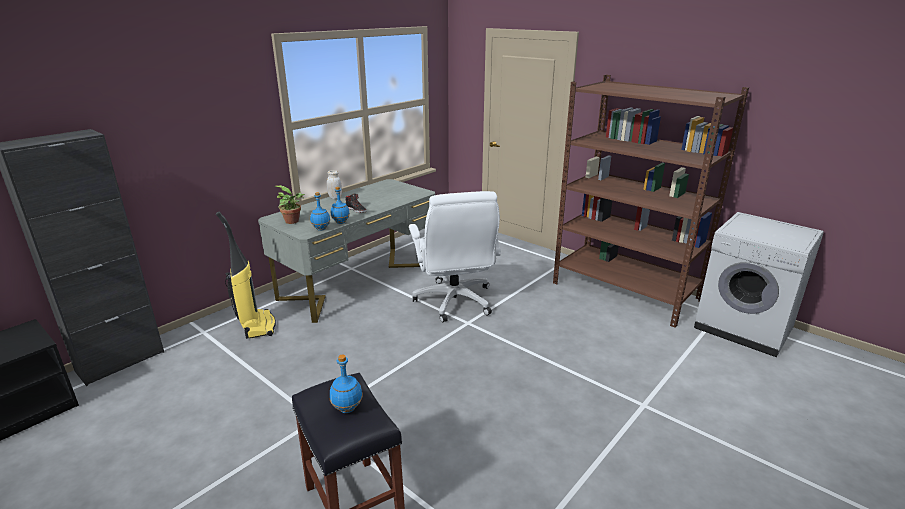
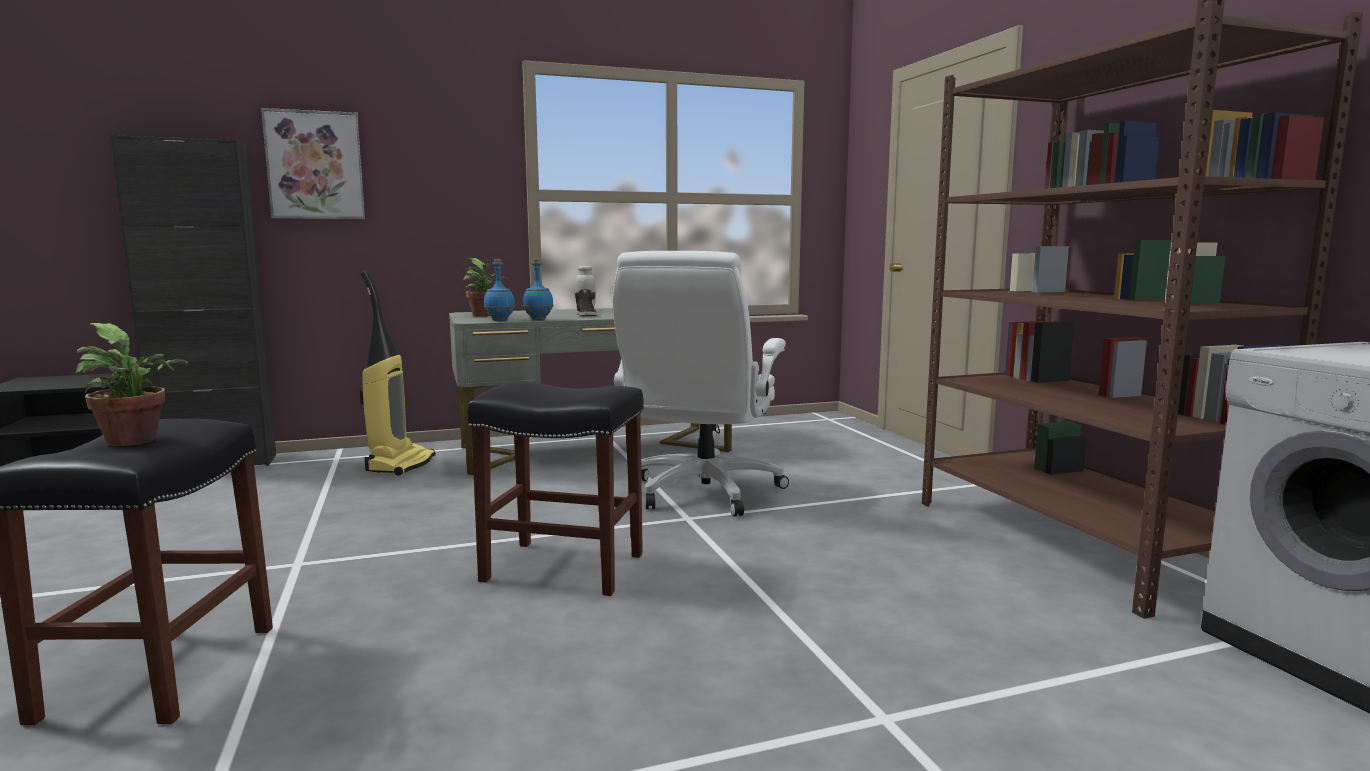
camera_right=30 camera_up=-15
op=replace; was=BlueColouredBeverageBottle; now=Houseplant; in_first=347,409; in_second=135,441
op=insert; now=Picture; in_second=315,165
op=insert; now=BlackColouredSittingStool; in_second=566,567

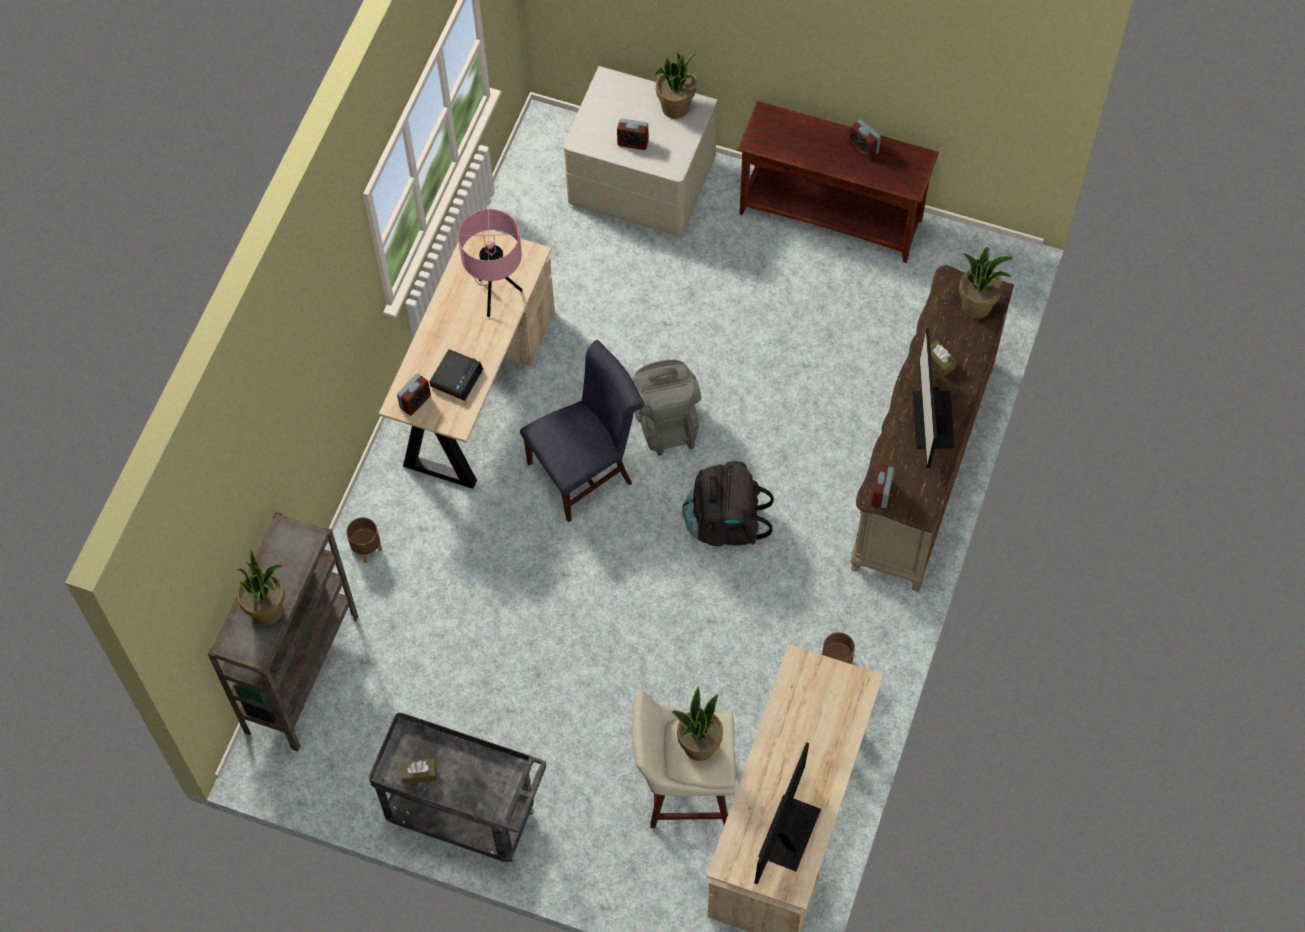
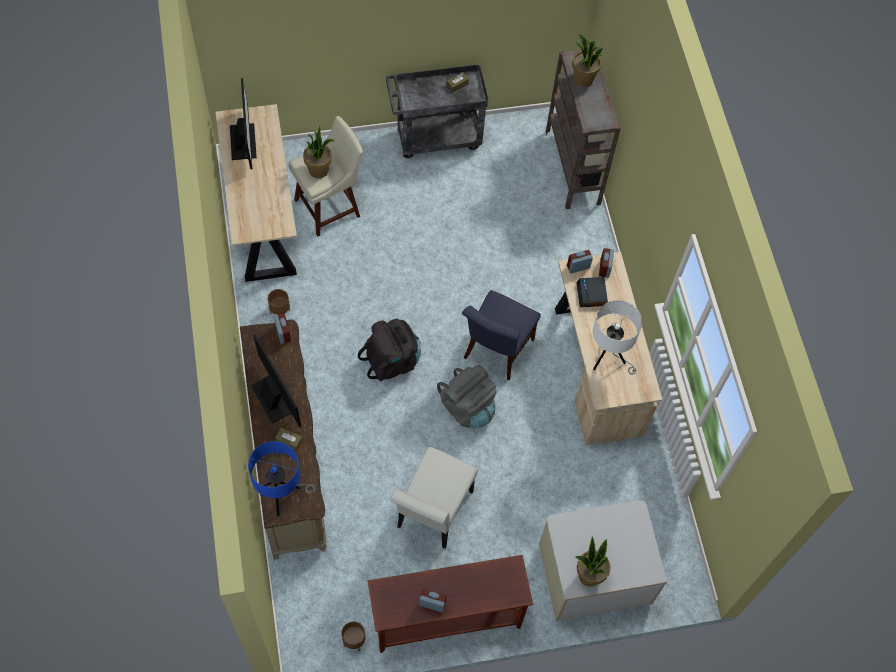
camera_right=145 camera_up=0
op=move; was=BrownishPlantPot; in_first=366,548; in_second=354,641
op=recolor; was=PinkishTabletopLamp; now=WhiteColouredTabletopLamp; in_first=495,293; in_second=608,359
op=move; was=AlarmClock; in_first=633,142; in_second=578,267
op=replace; was=Houseplant; now=BlueColouredTabletopLamp; in_first=977,305; in_second=283,496
op=insert; now=WhiteColouredPlainChair; in_second=432,514

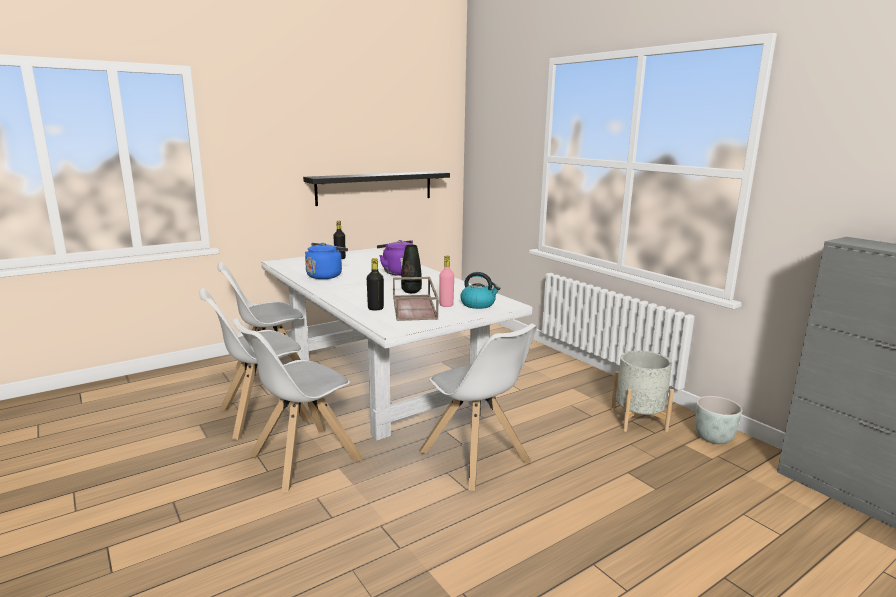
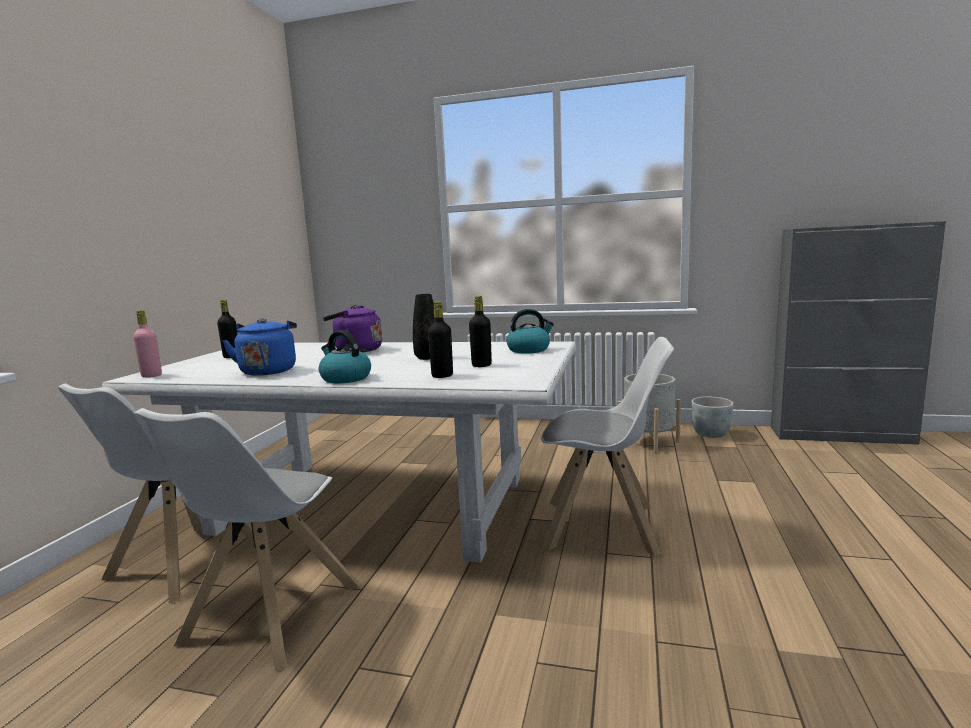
camera_right=-40 camera_up=-5
op=delete; was=PlainChair; in_first=302,459
op=delete; was=BlackColouredBracketShelf; in_first=375,187
op=replace; was=BrownishServingTray; now=BlackColouredBeverageBottle; in_first=415,308; in_second=481,365
op=move; was=PinkishBeverageBottle; in_first=446,305; in_second=151,376
op=insert; now=Kettle; in_second=345,378

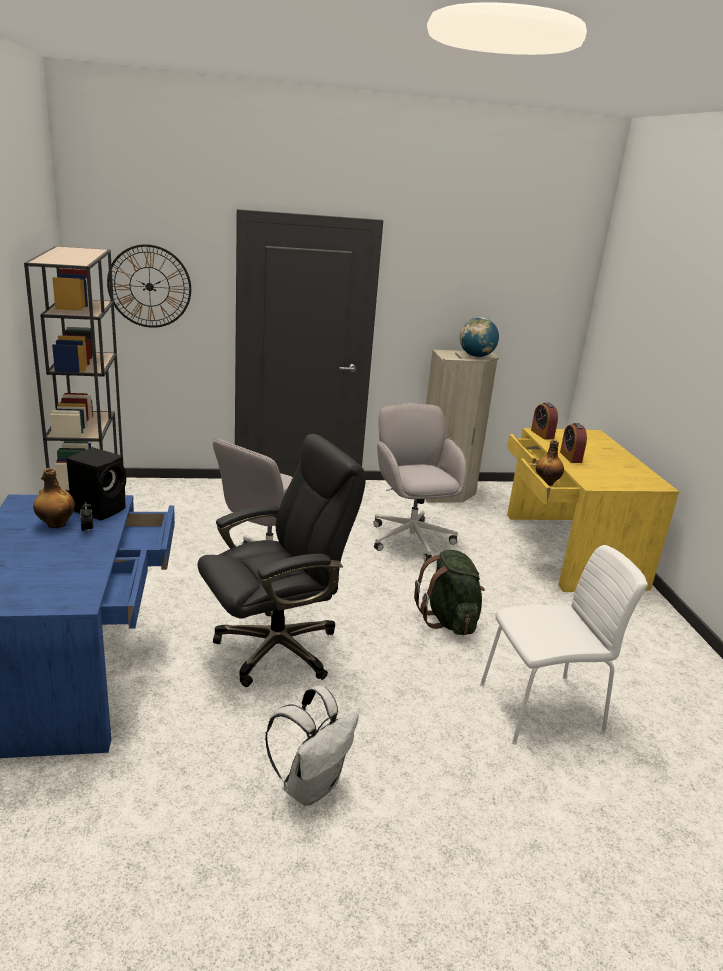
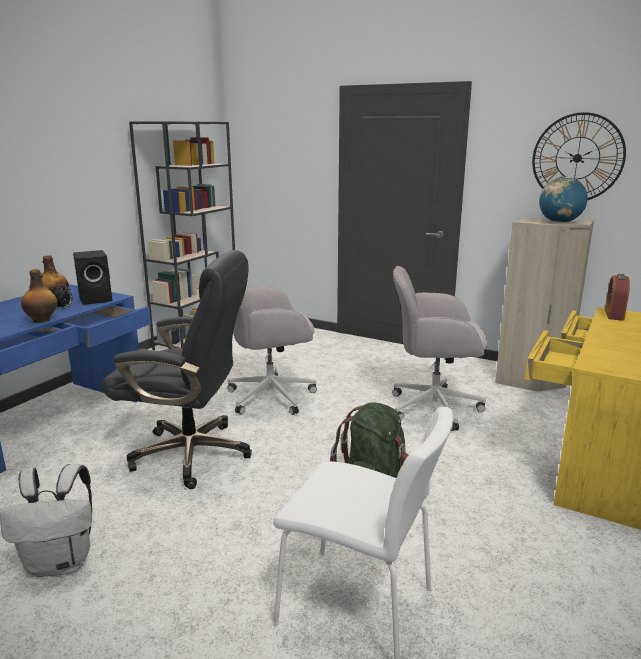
camera_right=40 camera_up=-5
op=move; was=WallClock; in_first=149,286; in_second=577,158
op=rotate; was=GreyishDeskChair; in_first=411,539; in_second=433,408; clockwise=-105
op=move; was=BeverageBottle; in_first=547,482; in_second=42,320
op=delete; was=AlarmClock; in_first=570,457

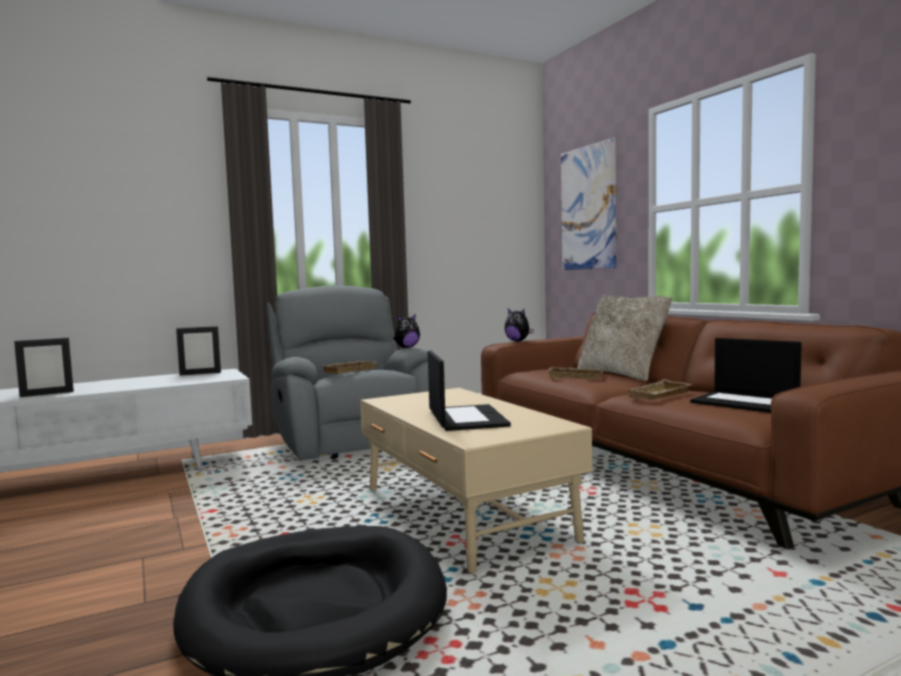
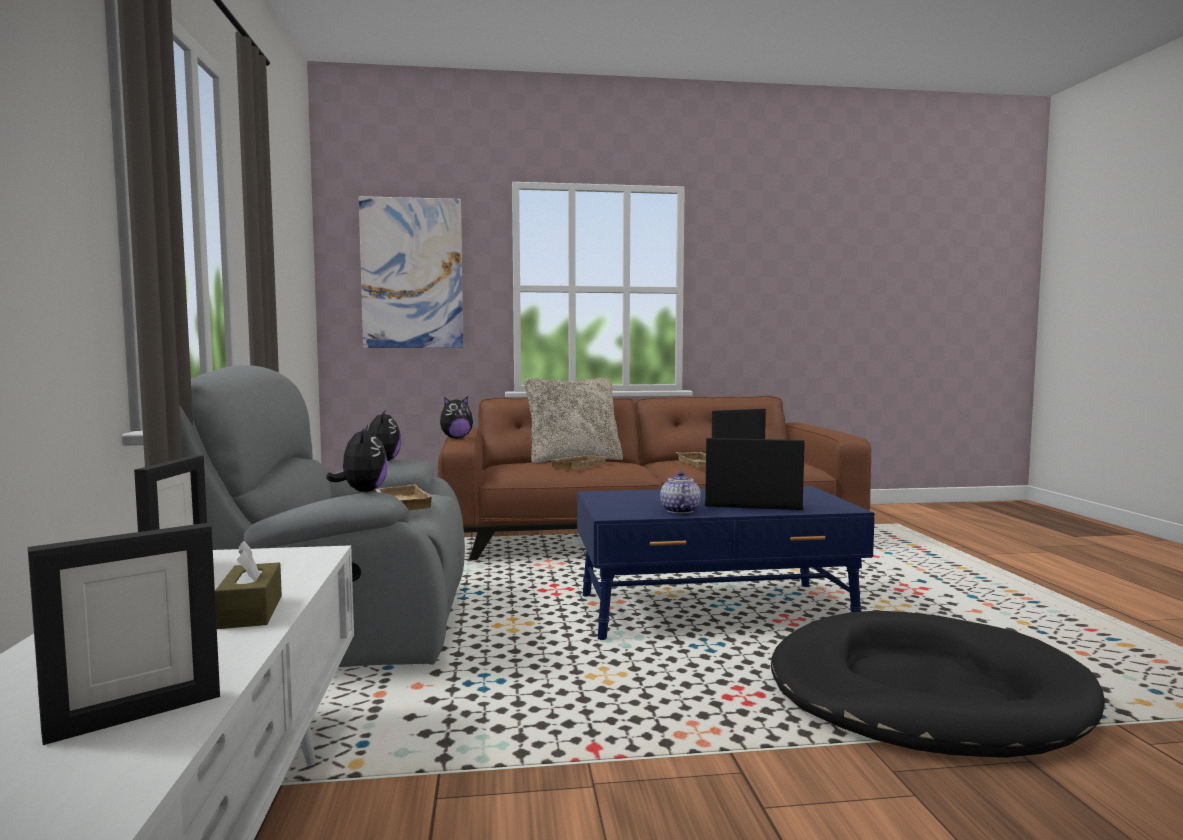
camera_right=-70 camera_up=0
op=rotate; was=PhotoFrame; in_first=47,394; in_second=135,714; clockwise=60
op=recolor; was=BeigeLoungeTable; now=BlueColouredLoungeTable; in_first=465,514; in_second=715,610
op=insert; now=BrownishTissueHolder; in_second=250,612
op=insert; now=CuddlyToy; in_second=362,491
op=insert; now=PotForTea; in_second=679,511

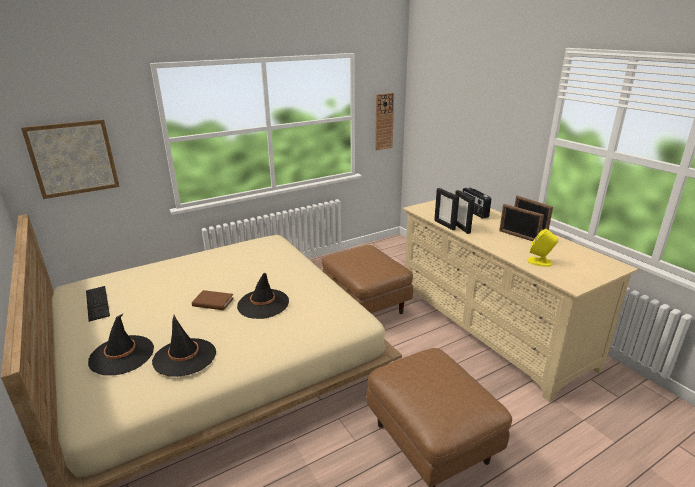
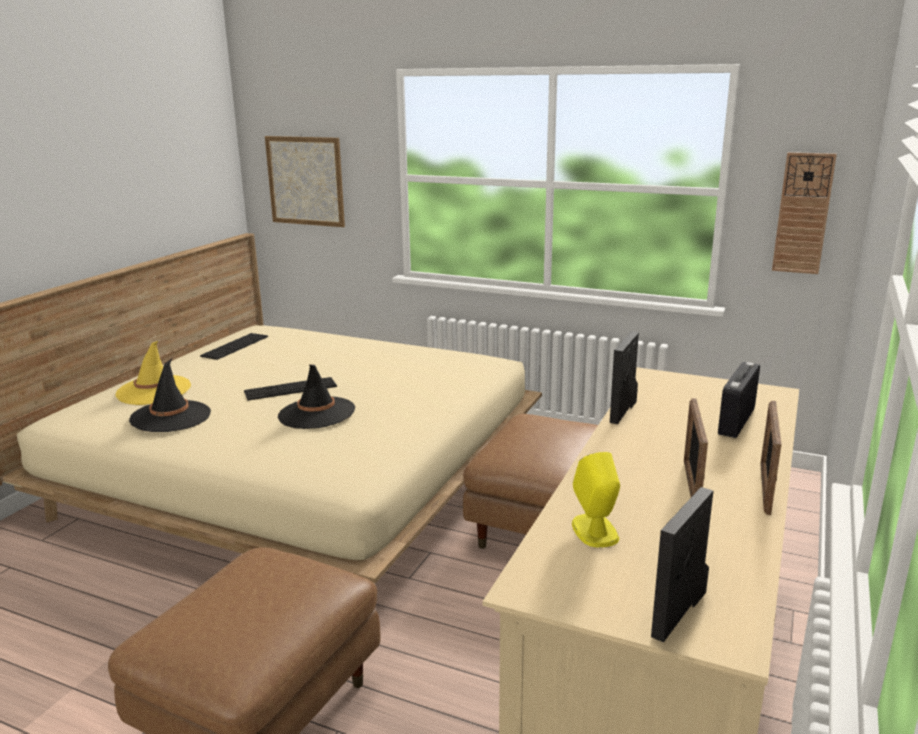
camera_right=55 camera_up=-5
op=recolor; was=BlackColouredClothingHat; now=YellowClothingHat; in_first=122,355; in_second=154,390
op=replace; was=BrownishBook; now=Keyboard; in_first=213,302; in_second=290,389
op=move; was=PhotoFrame; in_first=462,228; in_second=679,614

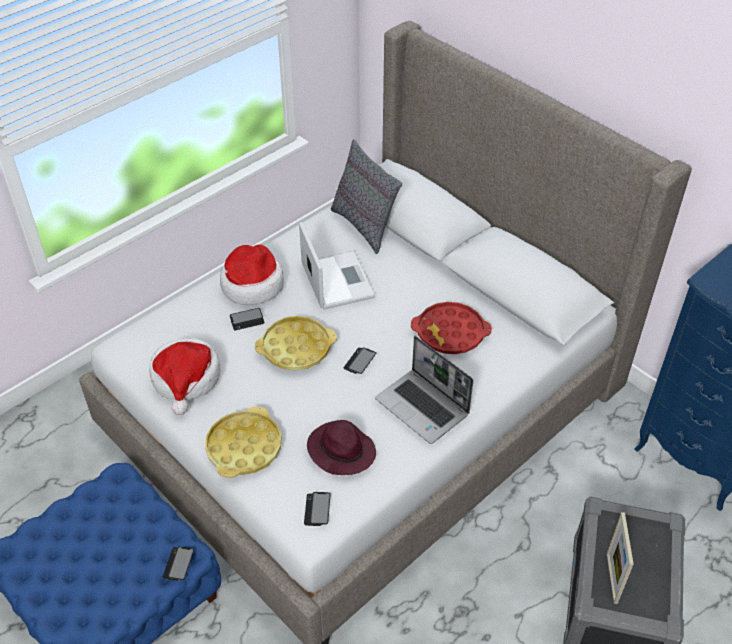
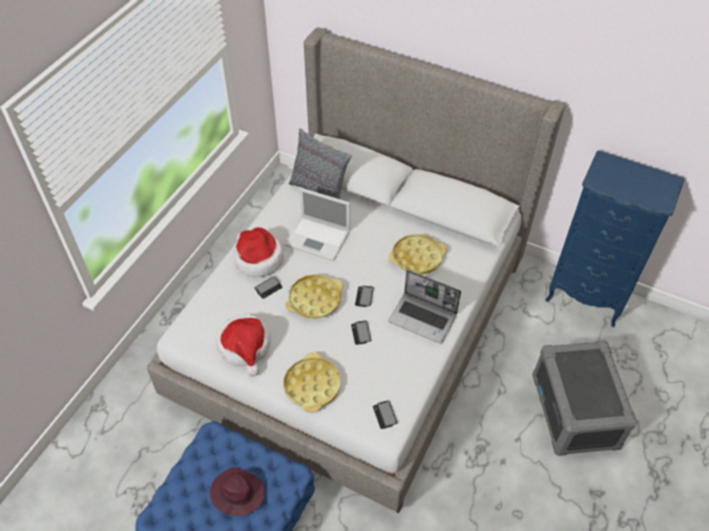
camera_right=-20 camera_up=5
op=move; was=Telephone; in_first=178,564; in_second=361,333
op=rotate; was=Laptop; in_first=336,279; in_second=319,238; clockwise=150
op=move; was=PurpleClothingHat; in_first=340,450; in_second=236,493
op=recolor; was=RedColouredServingTray; now=YellowServingTray; in_first=450,333; in_second=417,257
op=delete; was=PhotoFrame; in_first=611,578

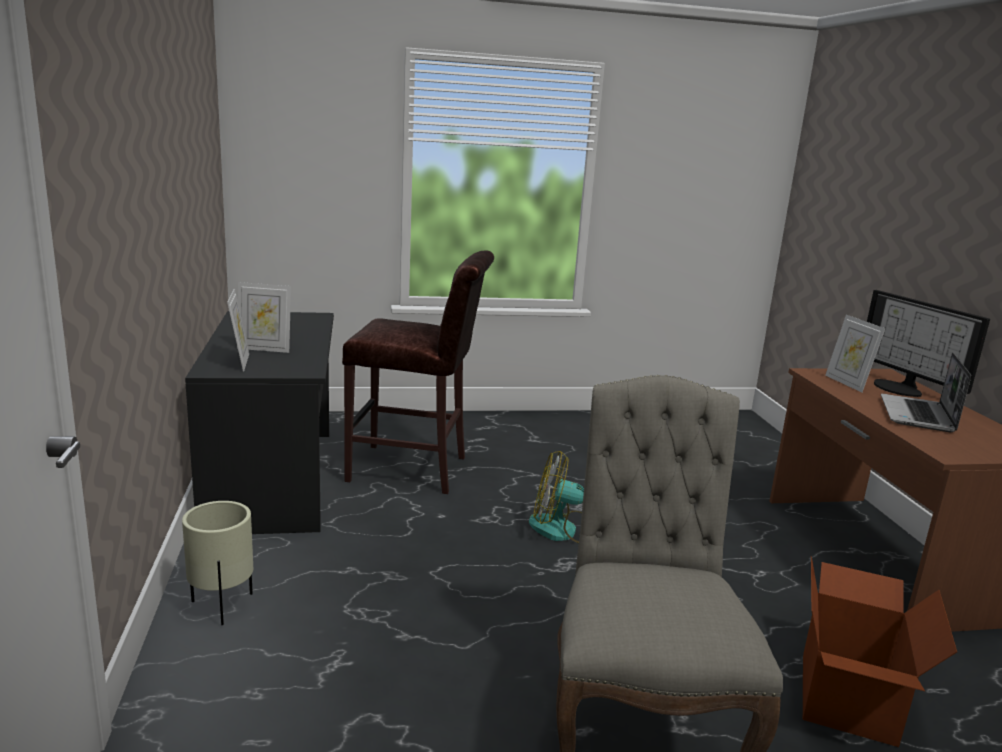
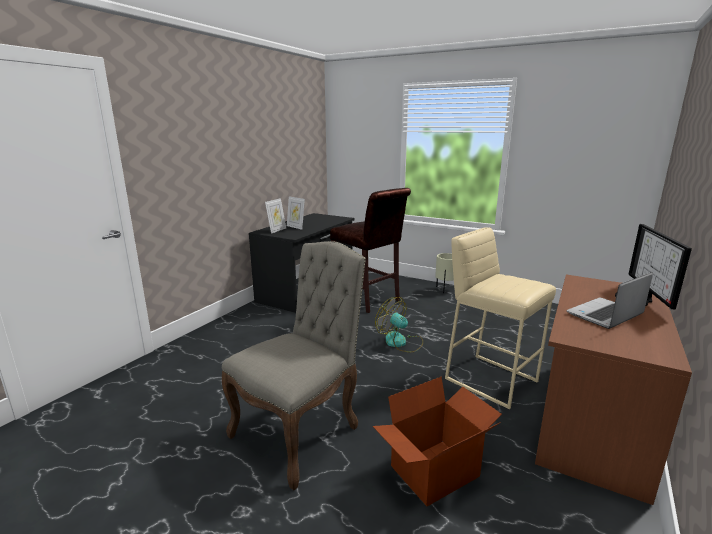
camera_right=40 camera_up=0
op=move; was=BeigePlantPot; in_first=223,607; in_second=445,290
op=delete; was=PhotoFrame; in_first=847,383
op=insert; now=BeigeSittingStool; in_second=490,379

